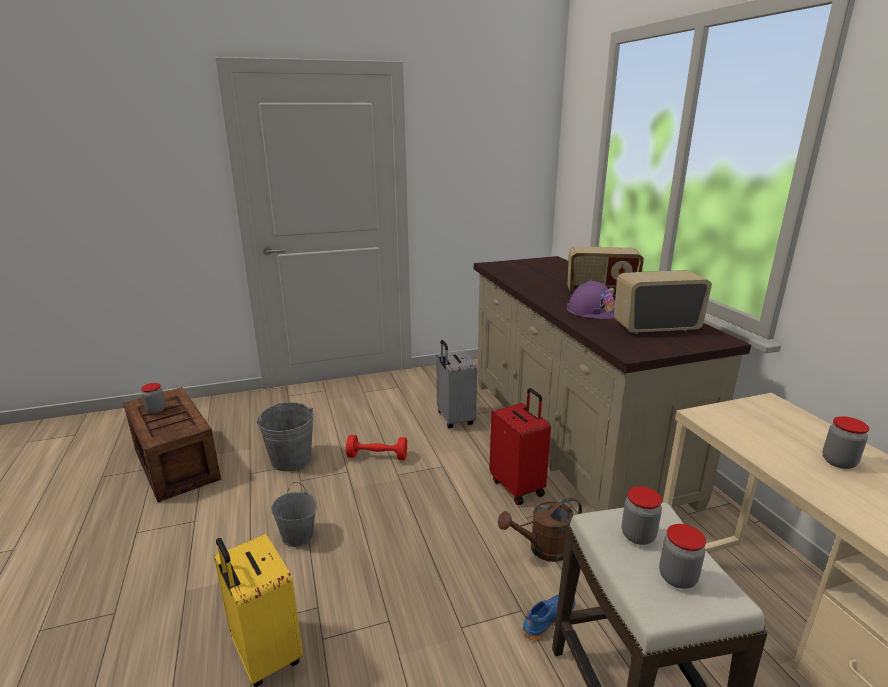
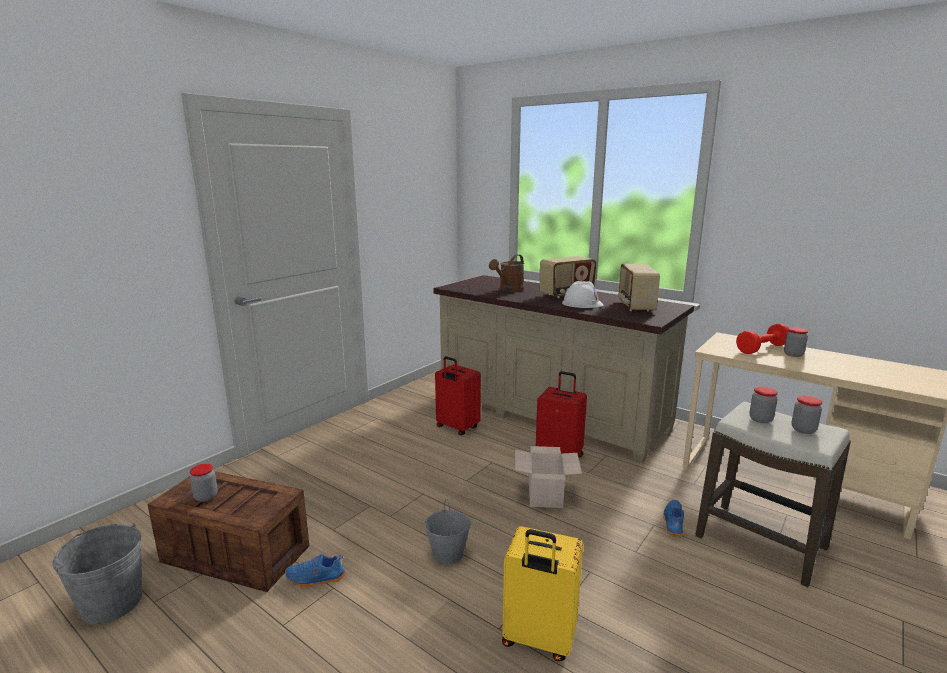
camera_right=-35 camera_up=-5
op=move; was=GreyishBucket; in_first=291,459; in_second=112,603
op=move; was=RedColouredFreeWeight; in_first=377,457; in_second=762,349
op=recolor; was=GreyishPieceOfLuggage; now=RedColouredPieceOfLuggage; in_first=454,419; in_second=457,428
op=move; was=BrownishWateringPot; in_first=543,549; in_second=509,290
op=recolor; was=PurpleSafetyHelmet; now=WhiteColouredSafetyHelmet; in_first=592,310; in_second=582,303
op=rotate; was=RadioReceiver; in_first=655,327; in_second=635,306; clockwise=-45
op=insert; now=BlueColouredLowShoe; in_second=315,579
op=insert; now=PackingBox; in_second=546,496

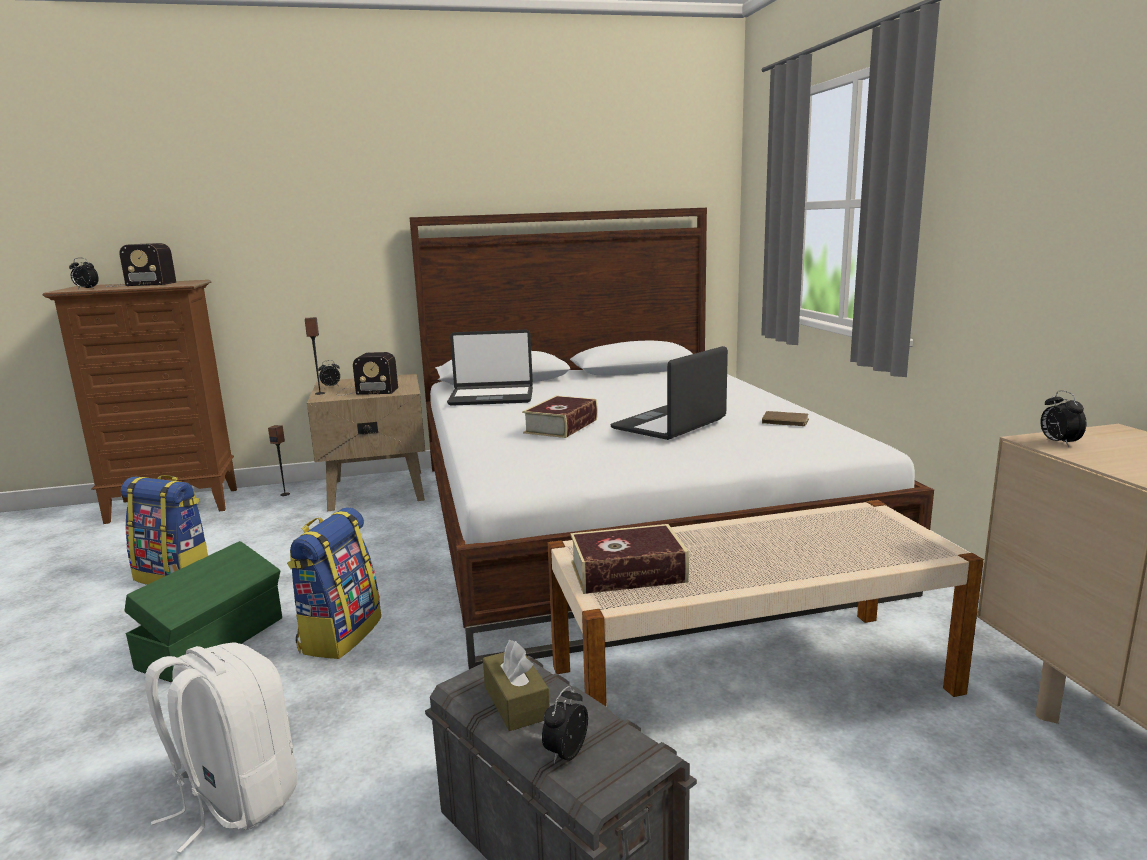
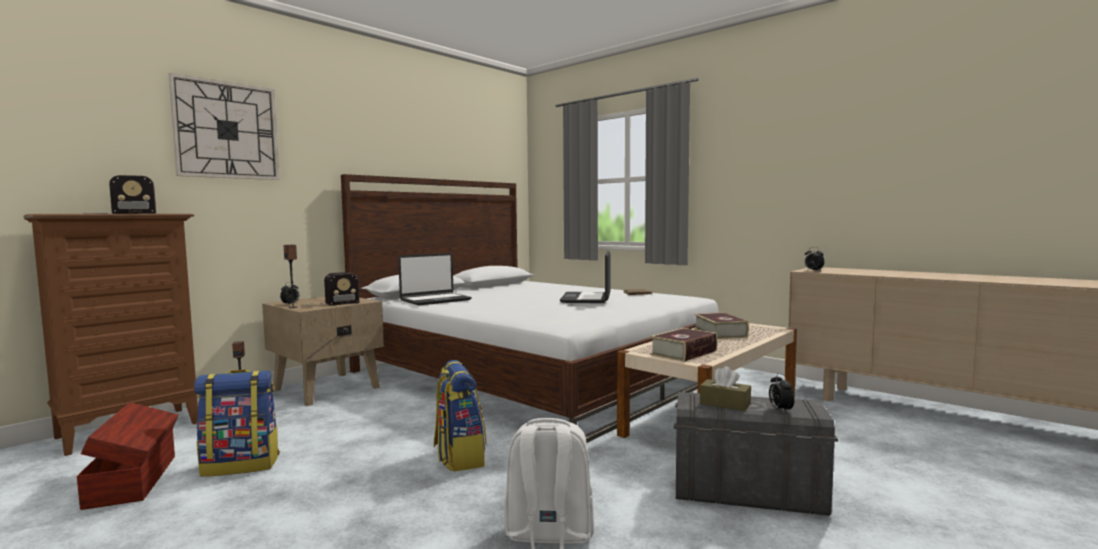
camera_right=-35 camera_up=-10
op=delete; was=AlarmClock; in_first=86,289
op=delete; was=GreenishStorageBox; in_first=215,642
op=move; was=Book; in_first=561,426; in_second=720,333
op=insert; now=BrownishStorageBox; in_second=134,480
op=insert; now=WallClock; in_second=227,130

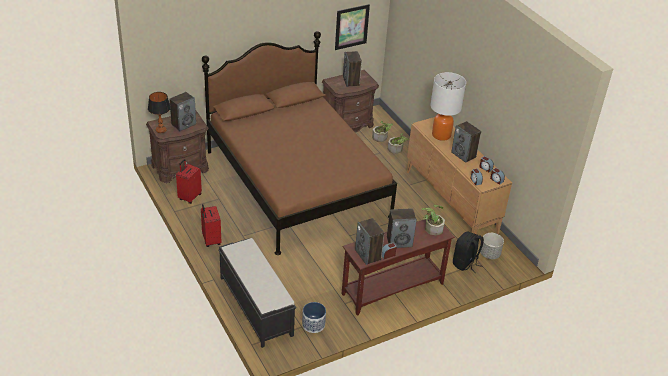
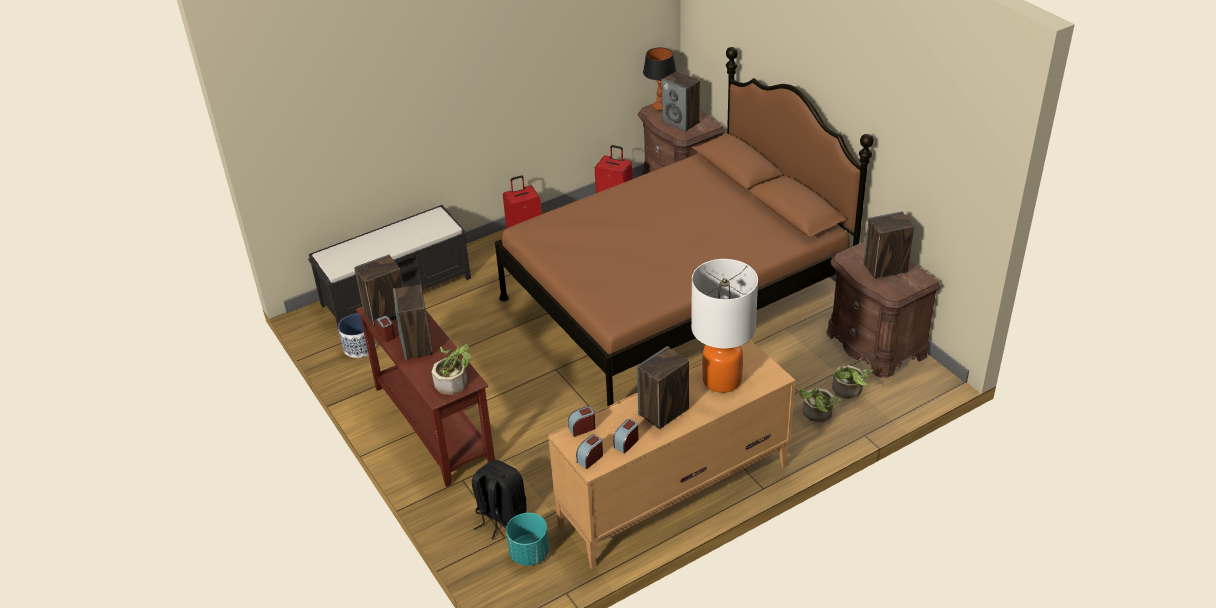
camera_right=90 camera_up=0
op=delete; was=Picture; in_first=351,27
op=recolor; was=GreyishPlantPot; now=TurquoiseColouredPlantPot; in_first=490,254; in_second=529,553

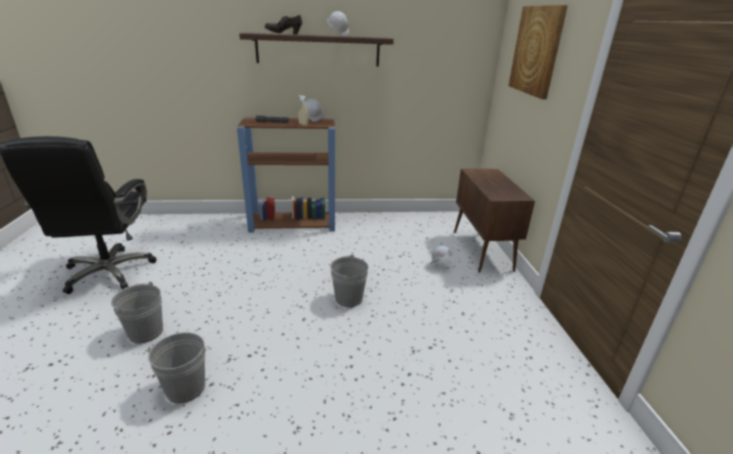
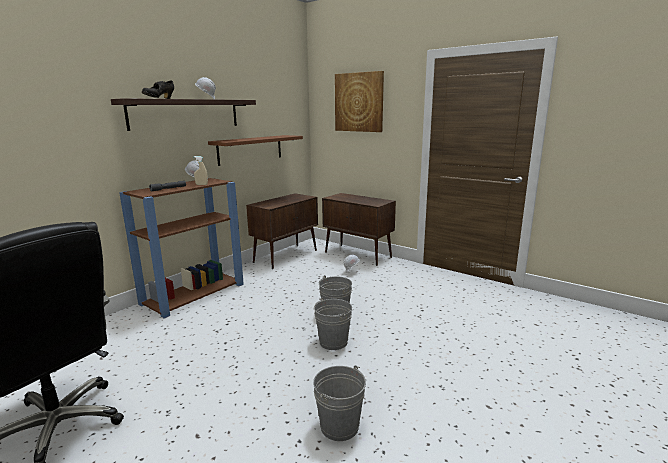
camera_right=-45 camera_up=-10
op=move; was=GreyishBucket; in_first=146,332; in_second=333,342
op=insert; now=BracketShelf; in_second=250,149
op=insert; now=BrownishCupboard; in_second=286,256

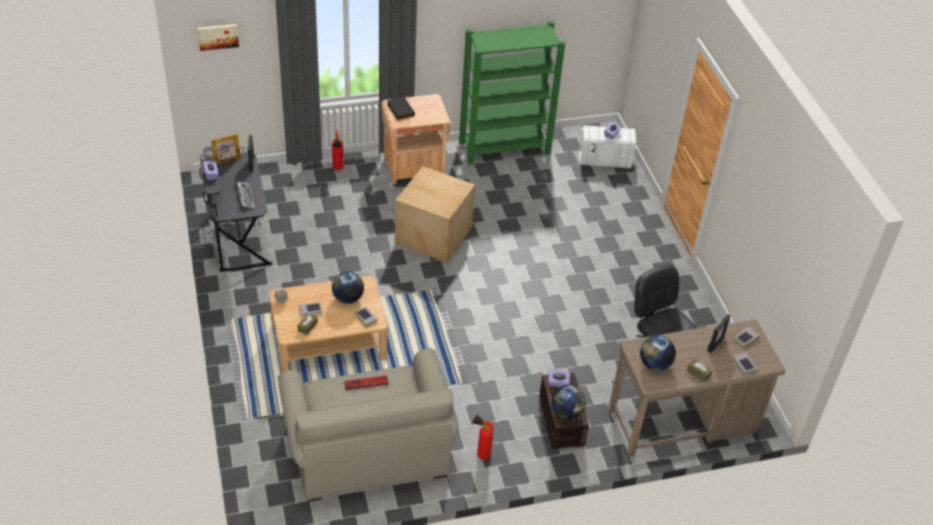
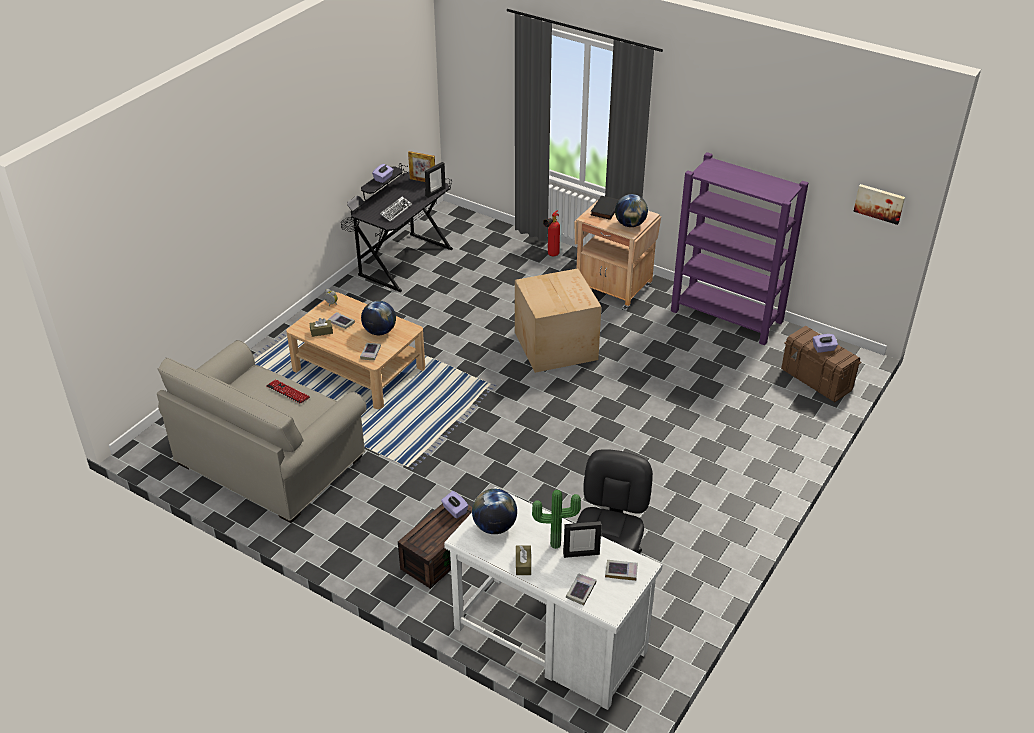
camera_right=50 camera_up=-5
op=move; was=Picture; in_first=218,36; in_second=879,203
op=recolor; was=GreenishBookshelf; now=PurpleBookshelf; in_first=504,147; in_second=727,316
op=delete; was=Extinguisher; in_first=481,454
op=move; was=DeskGlobe; in_first=566,412; in_second=630,224
op=recolor; was=WhiteColouredStorageBox; now=BrownishStorageBox; in_first=605,160; in_second=816,380
op=recolor; was=BrownishDeskTable; now=WhiteColouredDeskTable; in_first=682,421; in_second=549,640
op=insert; now=Houseplant; in_second=555,543

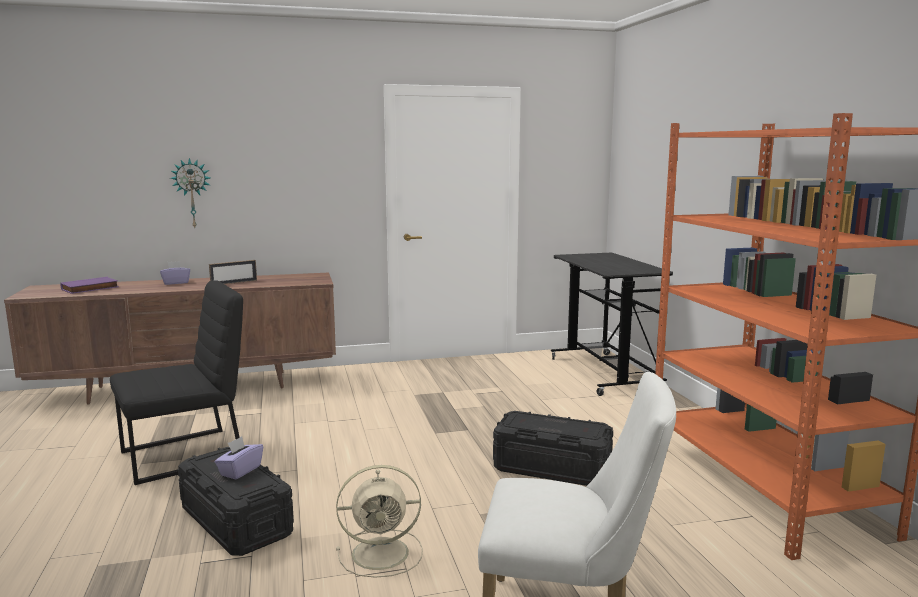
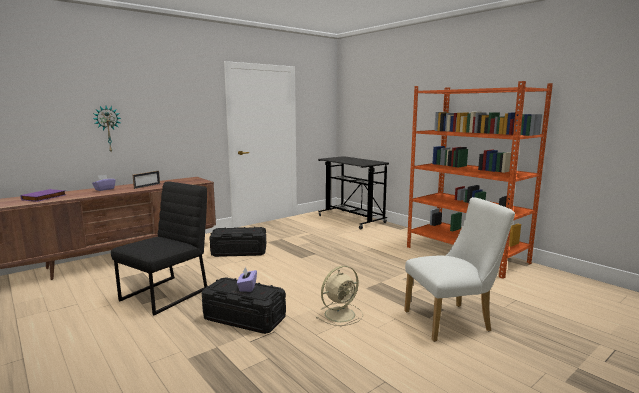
camera_right=-25 camera_up=0
op=move; was=BlackColouredStorageBox; in_first=552,468; in_second=239,252

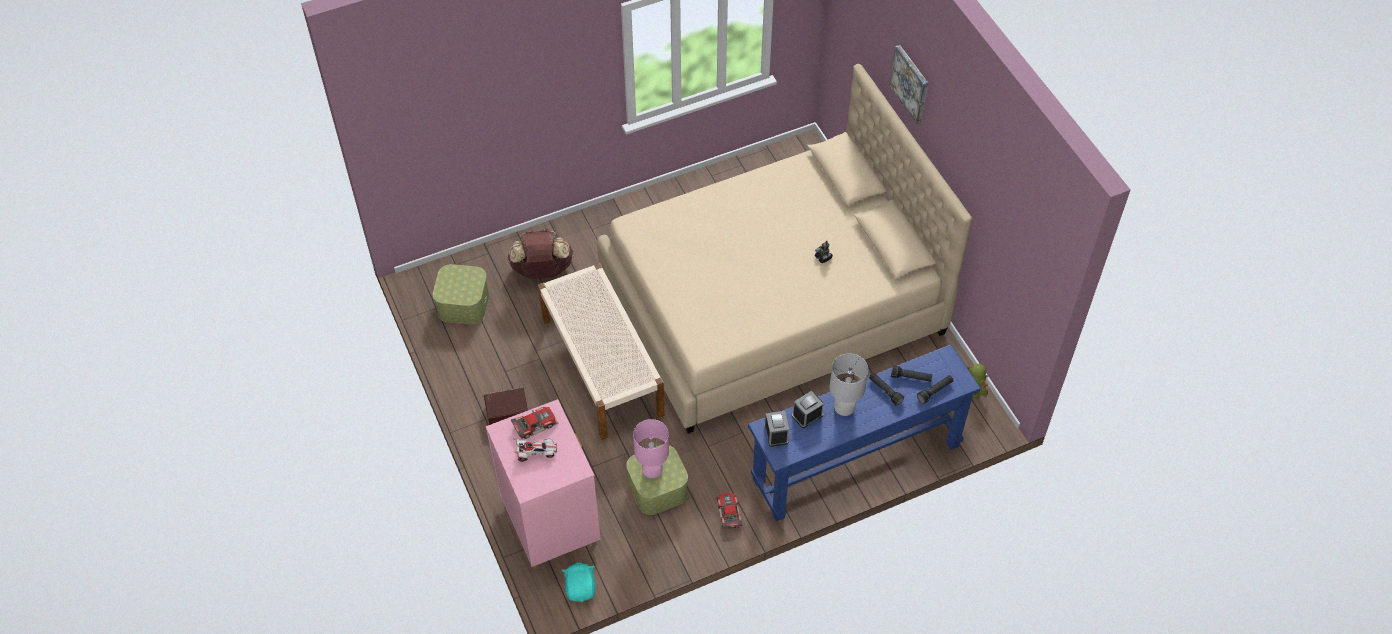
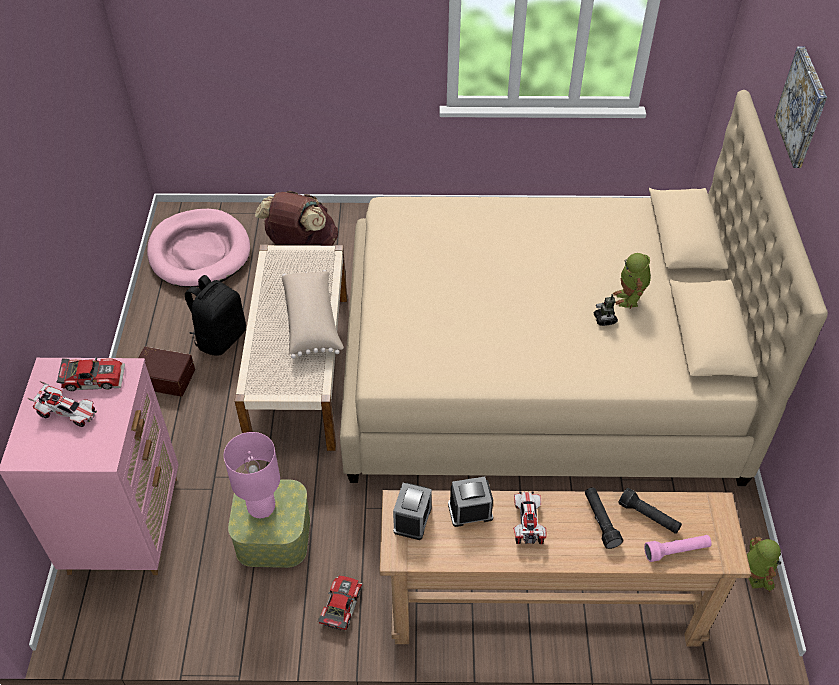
camera_right=25 camera_up=-5
op=replace; was=StorageBox; now=PinkishDogCushion; in_first=463,304; in_second=199,252
op=delete; was=TurquoiseColouredCuddlyToy; in_first=581,588
op=recolor; was=BlueColouredNarrowTable; now=BrownishNarrowTable; in_first=856,462; in_second=544,608
op=replace; was=GreyishTabletopLamp; now=ToyCar; in_first=844,409; in_second=527,523
op=recolor; was=BlackColouredTorch; now=PinkishTorch; in_first=935,391; in_second=676,551
op=insert; now=BlackColouredBackpack; in_second=220,338
op=insert; now=BeigePillow; in_second=312,322
op=insert; now=RobotFigure; in_second=629,298

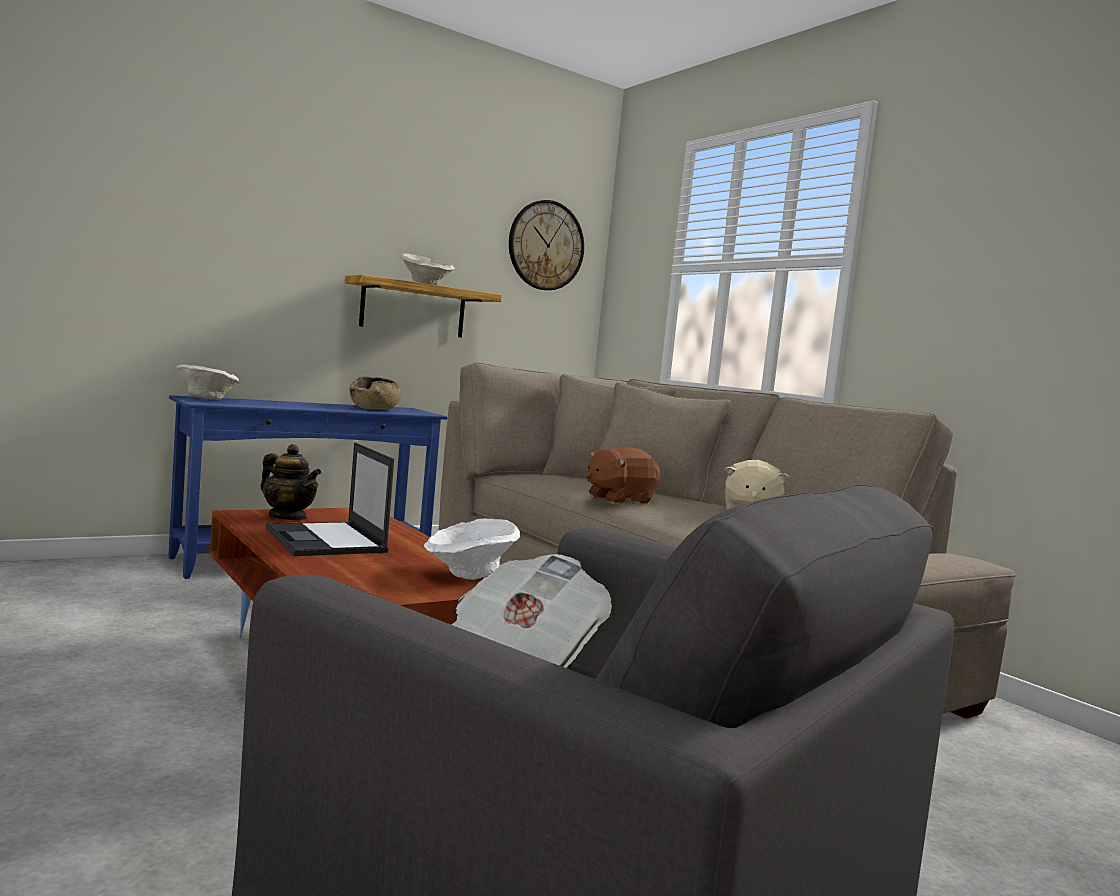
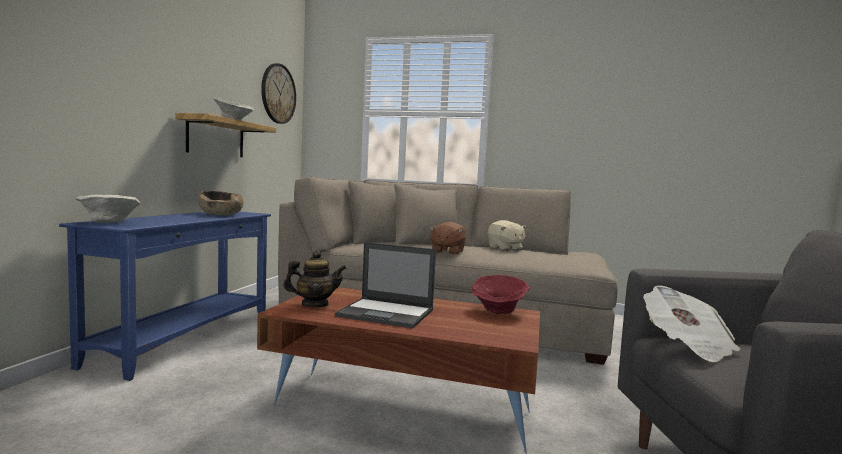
camera_right=-40 camera_up=0
op=recolor; was=WhiteColouredDeepDish; now=RedColouredDeepDish; in_first=468,575; in_second=498,311

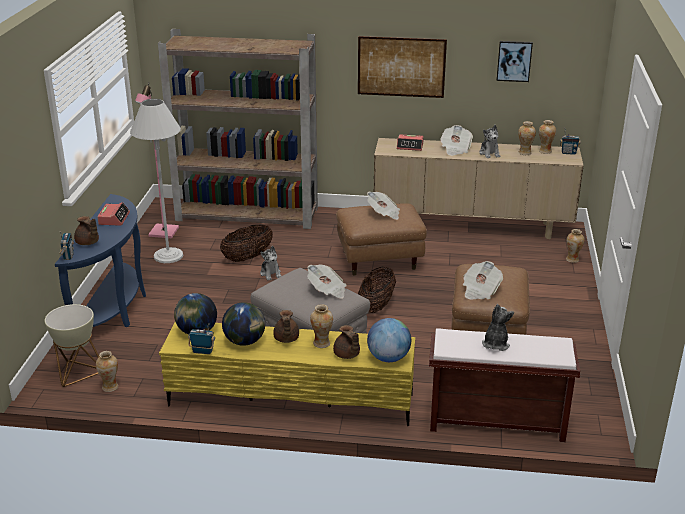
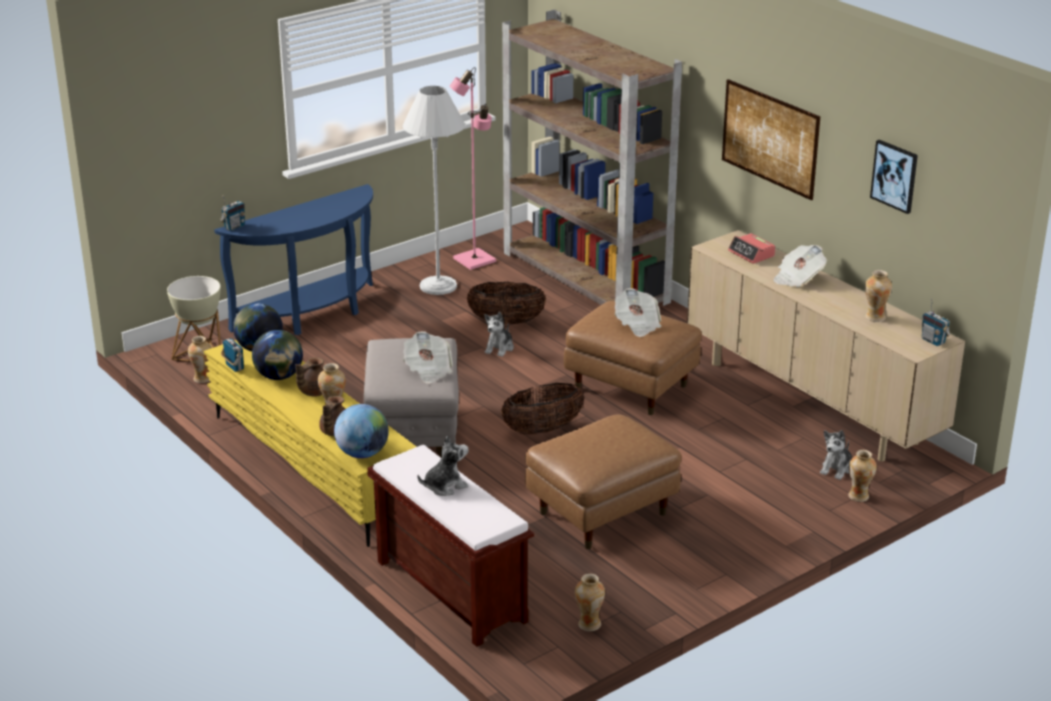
camera_right=45 camera_up=0
op=delete; was=BrownishPotForTea; in_first=88,243
op=delete; was=AlarmClock; in_first=114,218
op=delete; was=PrintedPaper; in_first=480,291
op=move; was=CuddlyToy; in_first=489,153; in_second=837,469
op=move; was=Vase; in_first=545,151; in_second=589,624

